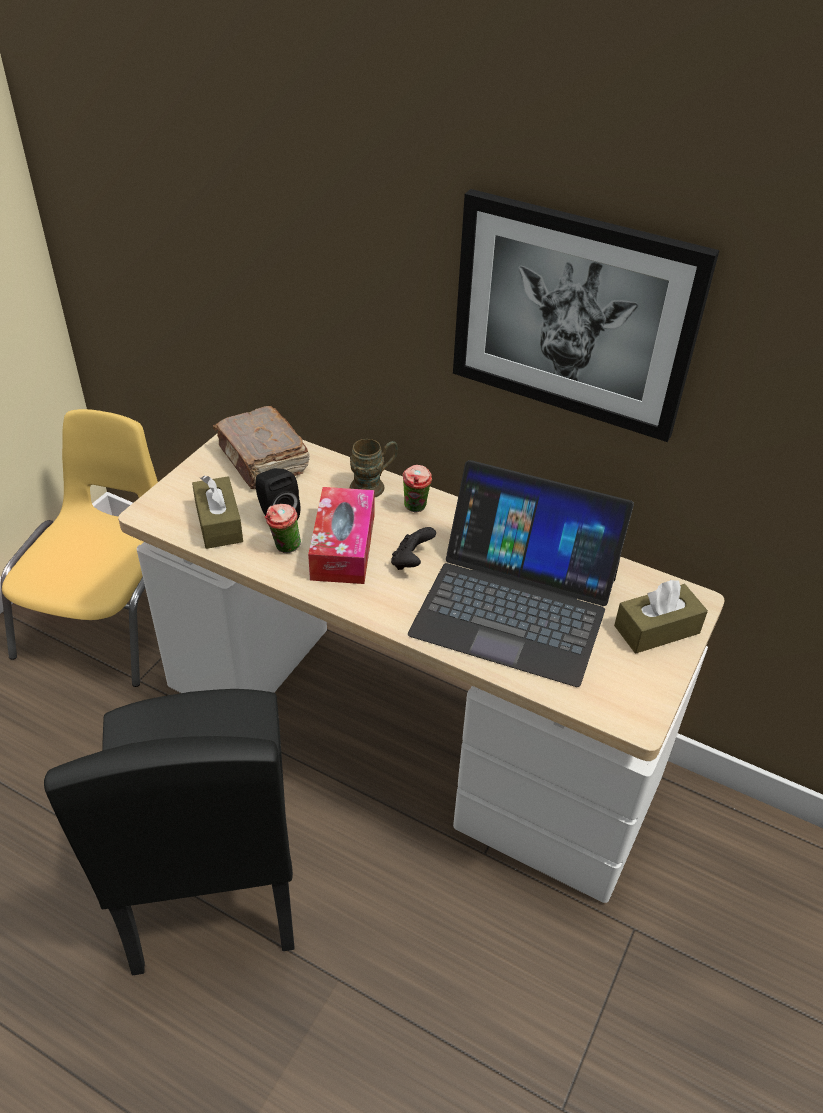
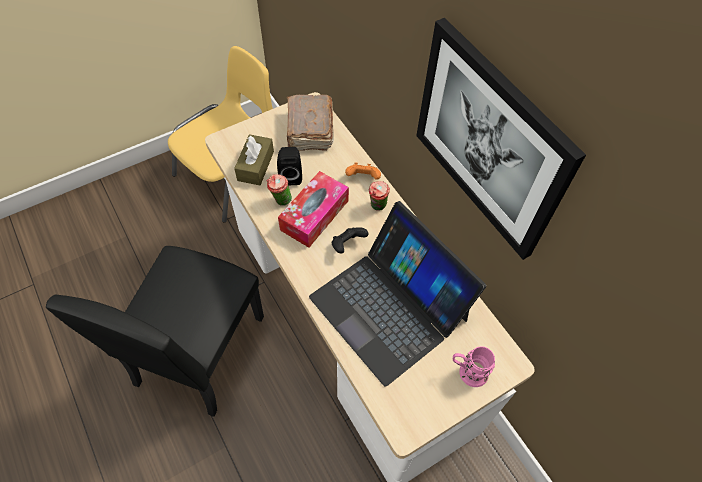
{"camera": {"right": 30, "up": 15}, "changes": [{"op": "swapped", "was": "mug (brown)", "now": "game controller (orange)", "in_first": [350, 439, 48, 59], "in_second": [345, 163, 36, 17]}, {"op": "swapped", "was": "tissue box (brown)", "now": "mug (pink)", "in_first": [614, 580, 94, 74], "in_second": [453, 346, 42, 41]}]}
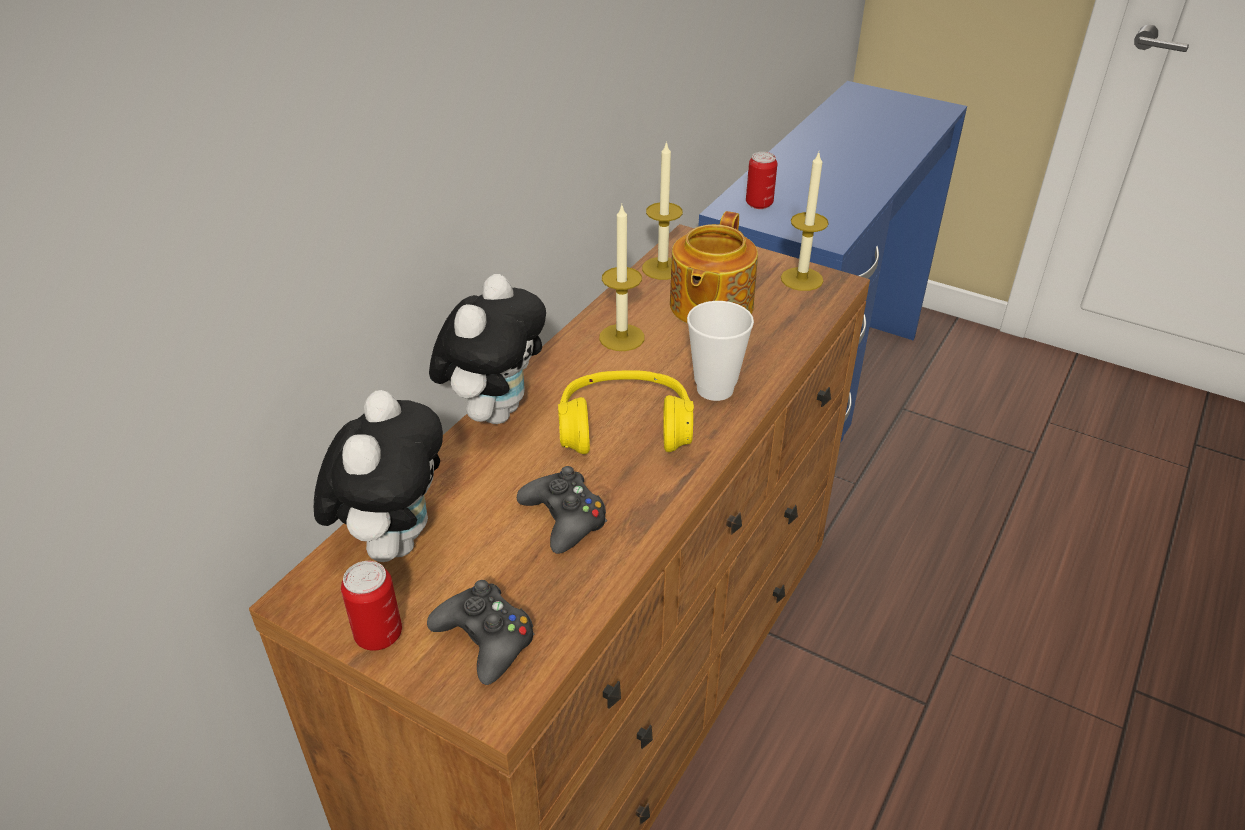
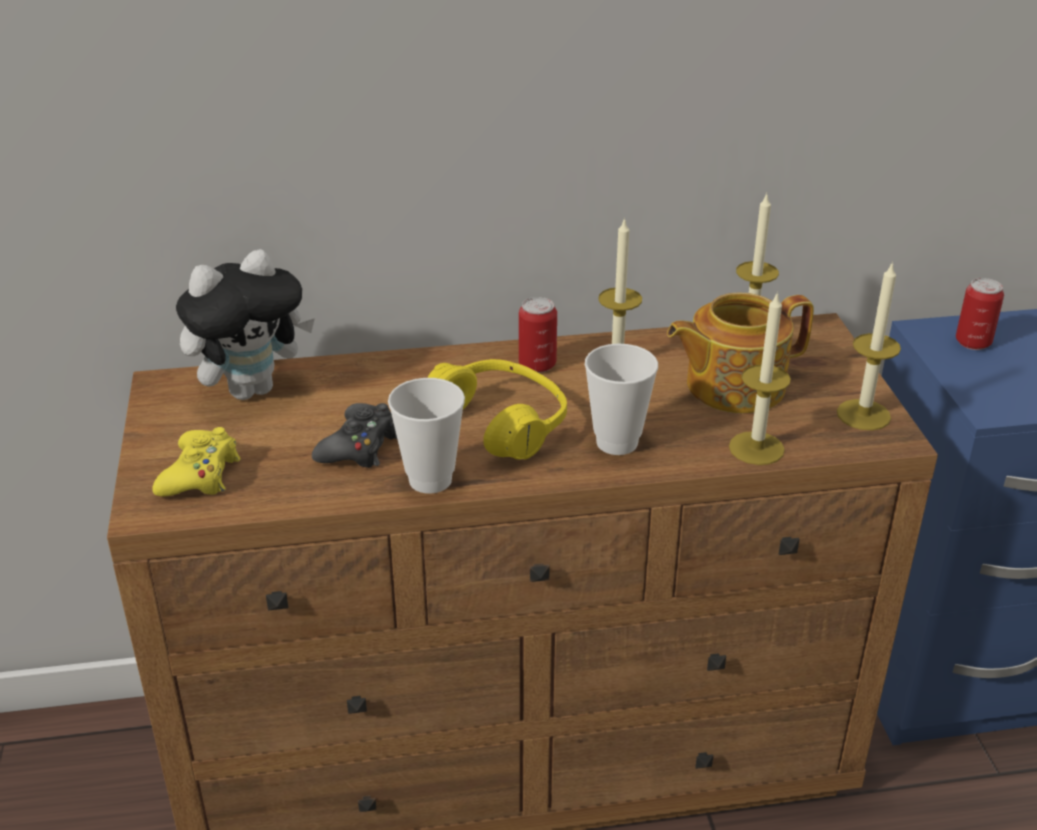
{"camera": {"right": 50, "up": -5}, "changes": [{"op": "shifted", "was": "can", "in_first": [341, 561, 61, 90], "in_second": [519, 297, 38, 76]}, {"op": "repainted", "was": "game controller (black)", "now": "game controller (yellow)", "in_first": [427, 580, 108, 105], "in_second": [152, 427, 88, 69]}, {"op": "gone", "was": "plush toy", "in_first": [429, 274, 117, 150]}, {"op": "new", "now": "cup", "in_second": [388, 378, 77, 116]}, {"op": "new", "now": "candle", "in_second": [729, 291, 62, 174]}]}
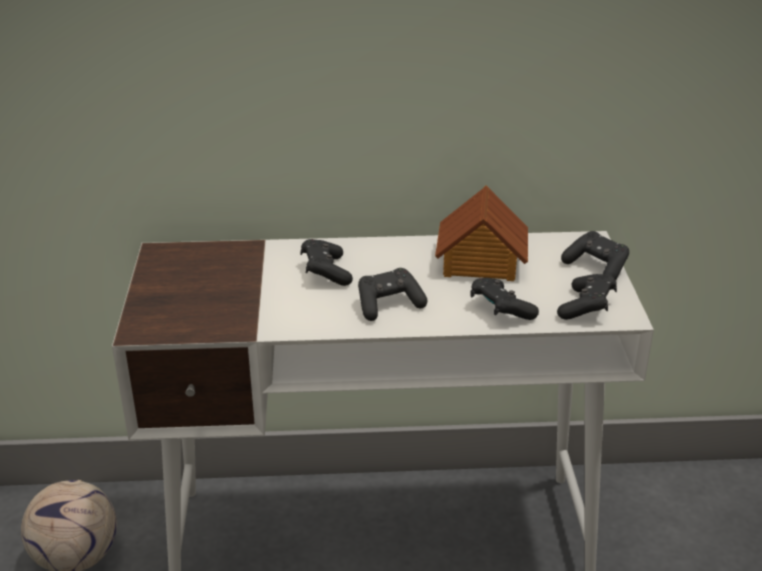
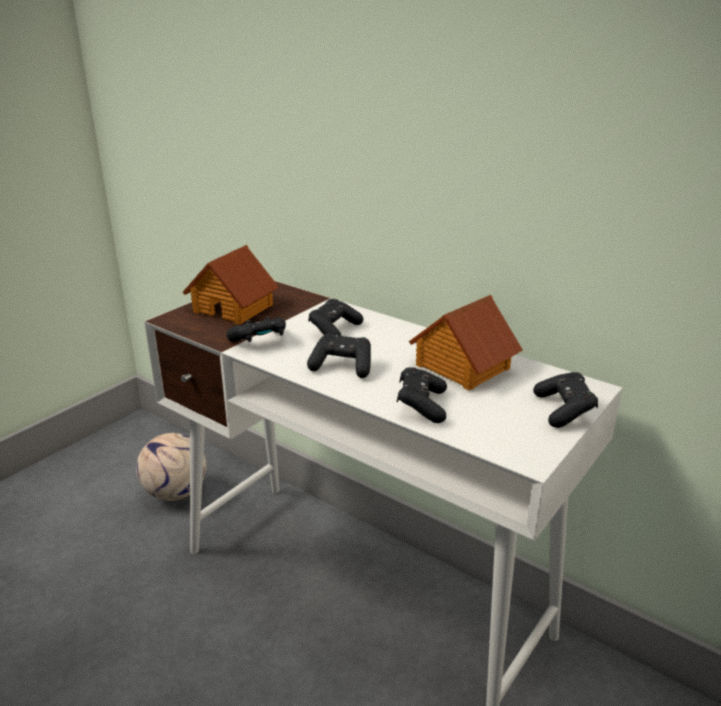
{"camera": {"right": 40, "up": -5}, "changes": [{"op": "shifted", "was": "game controller (black)", "in_first": [557, 274, 60, 46], "in_second": [226, 317, 60, 25]}, {"op": "new", "now": "toy house", "in_second": [182, 245, 97, 80]}]}
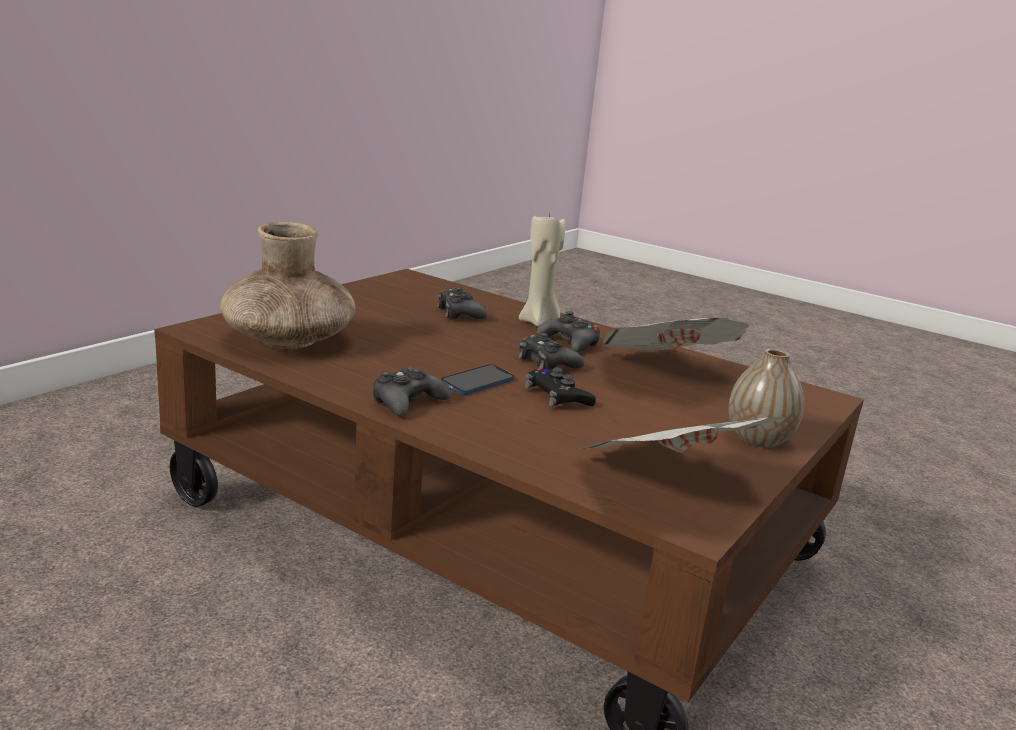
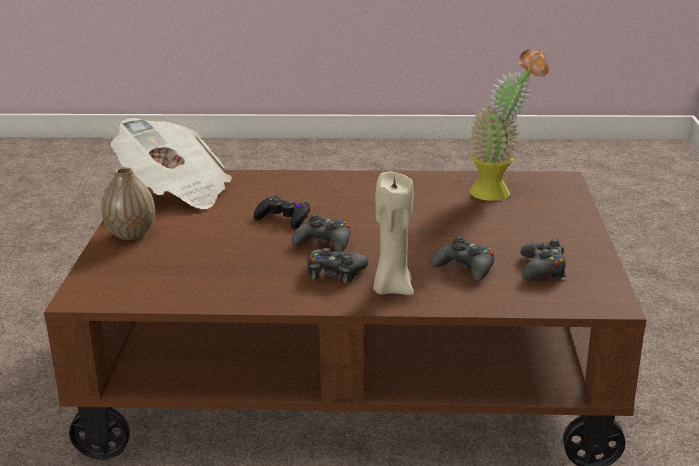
{"camera": {"right": 150, "up": 5}, "changes": [{"op": "swapped", "was": "vase (brown)", "now": "potted plant", "in_first": [220, 222, 136, 127], "in_second": [469, 49, 80, 152]}, {"op": "shifted", "was": "game controller (black)", "in_first": [373, 367, 78, 49], "in_second": [520, 238, 46, 42]}, {"op": "gone", "was": "phone", "in_first": [441, 364, 73, 31]}, {"op": "gone", "was": "newspaper", "in_first": [602, 318, 147, 32]}]}
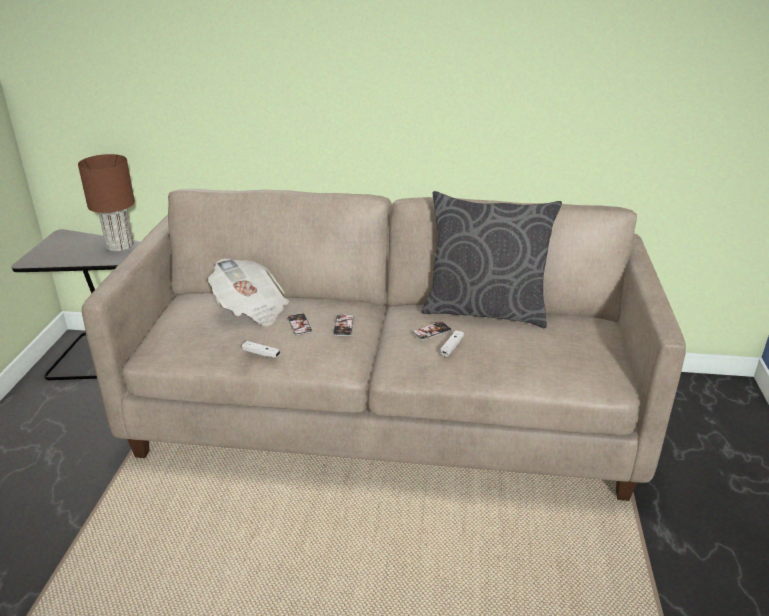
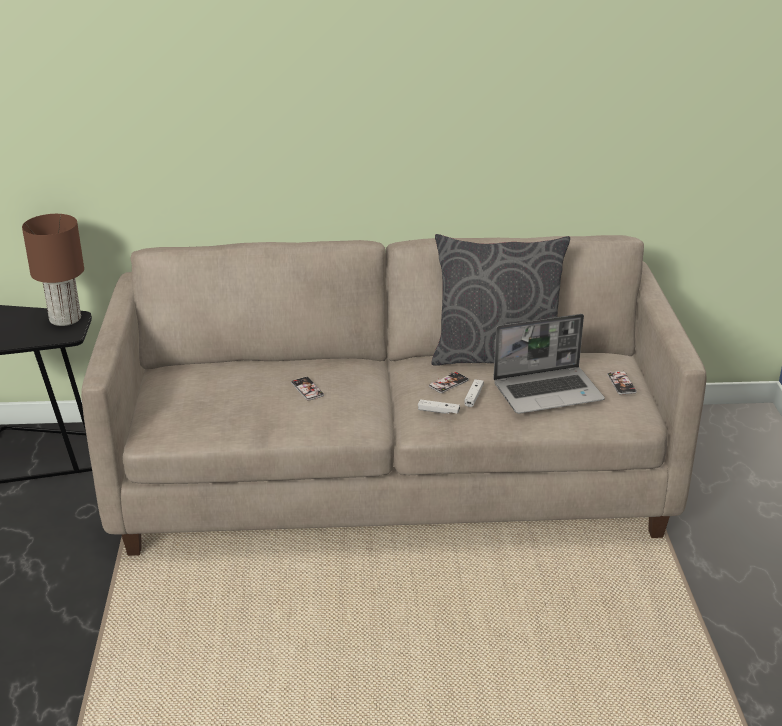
{"camera": {"right": -10, "up": 0}, "changes": [{"op": "gone", "was": "newspaper", "in_first": [208, 258, 81, 68]}, {"op": "shifted", "was": "game controller (white)", "in_first": [242, 341, 38, 17], "in_second": [418, 399, 42, 15]}, {"op": "shifted", "was": "phone", "in_first": [333, 314, 21, 22], "in_second": [607, 371, 30, 23]}, {"op": "new", "now": "laptop", "in_second": [493, 314, 112, 100]}]}
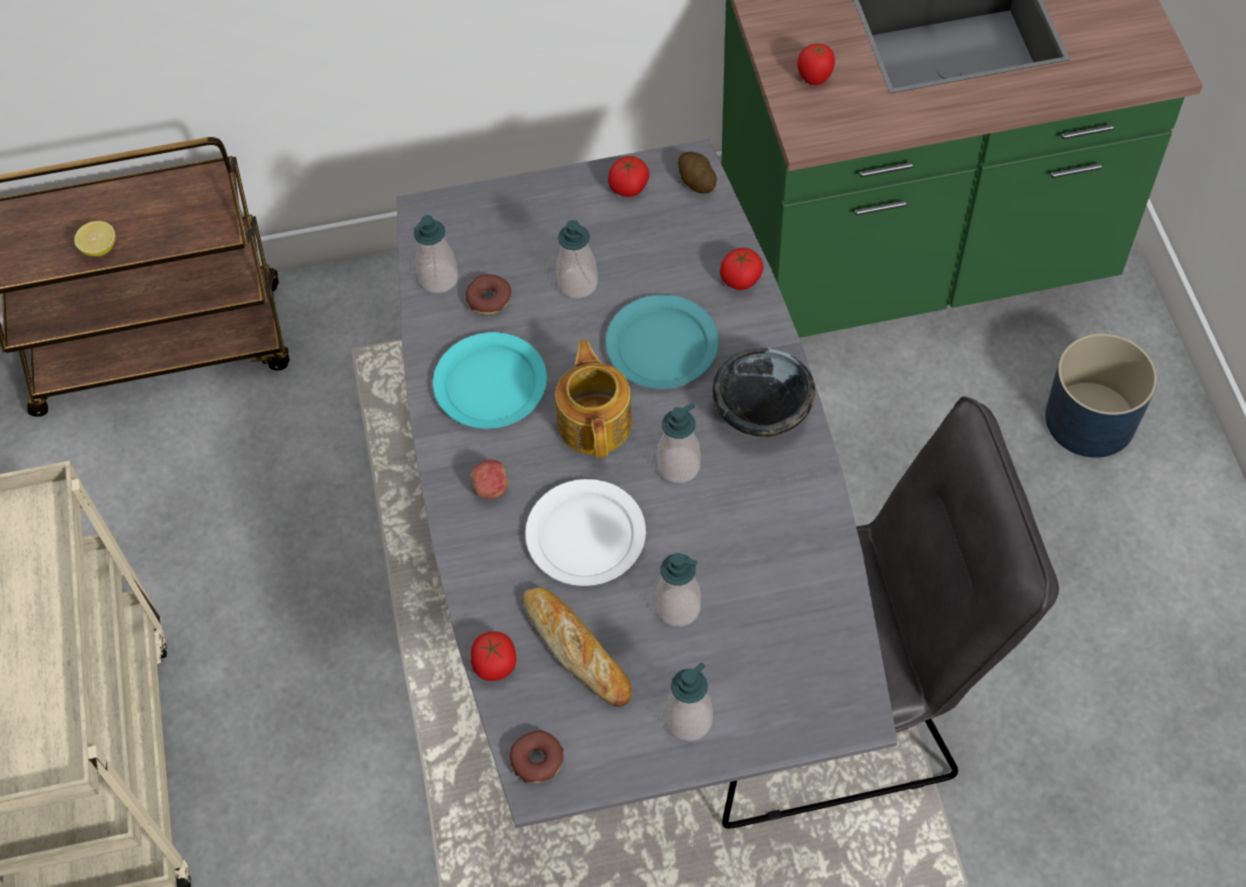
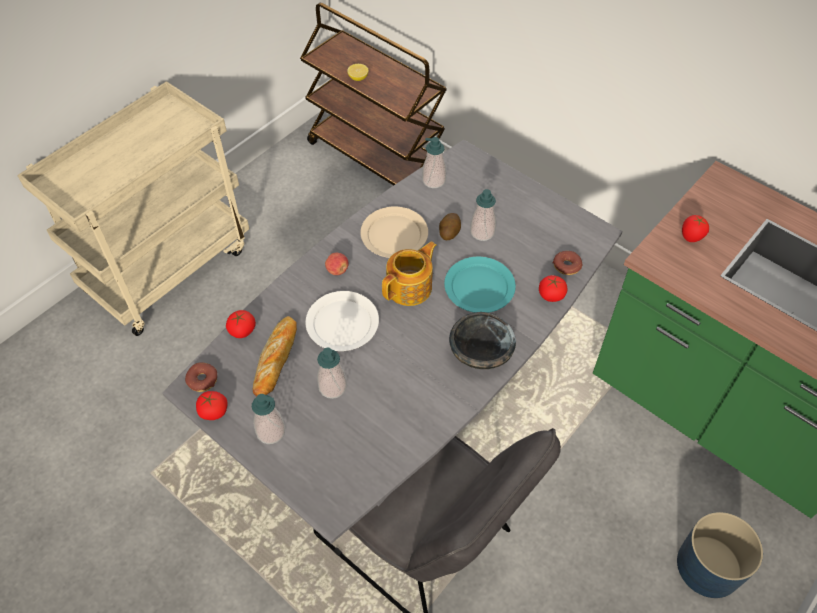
{"camera": {"right": 50, "up": -5}, "changes": [{"op": "repainted", "was": "plate (turquoise)", "now": "plate (beige)", "in_first": [433, 332, 114, 97], "in_second": [360, 206, 68, 52]}, {"op": "shifted", "was": "donut", "in_first": [466, 274, 45, 40], "in_second": [553, 251, 29, 24]}, {"op": "shifted", "was": "tomato", "in_first": [608, 156, 41, 41], "in_second": [196, 391, 31, 29]}, {"op": "gone", "was": "soap dispenser", "in_first": [657, 403, 43, 80]}, {"op": "shifted", "was": "potato", "in_first": [678, 152, 39, 42], "in_second": [439, 213, 22, 27]}]}
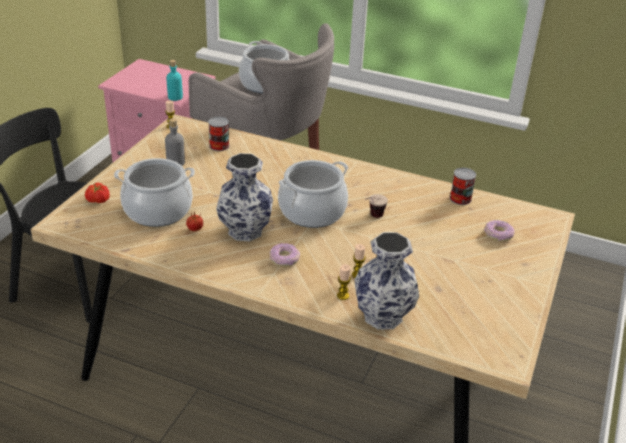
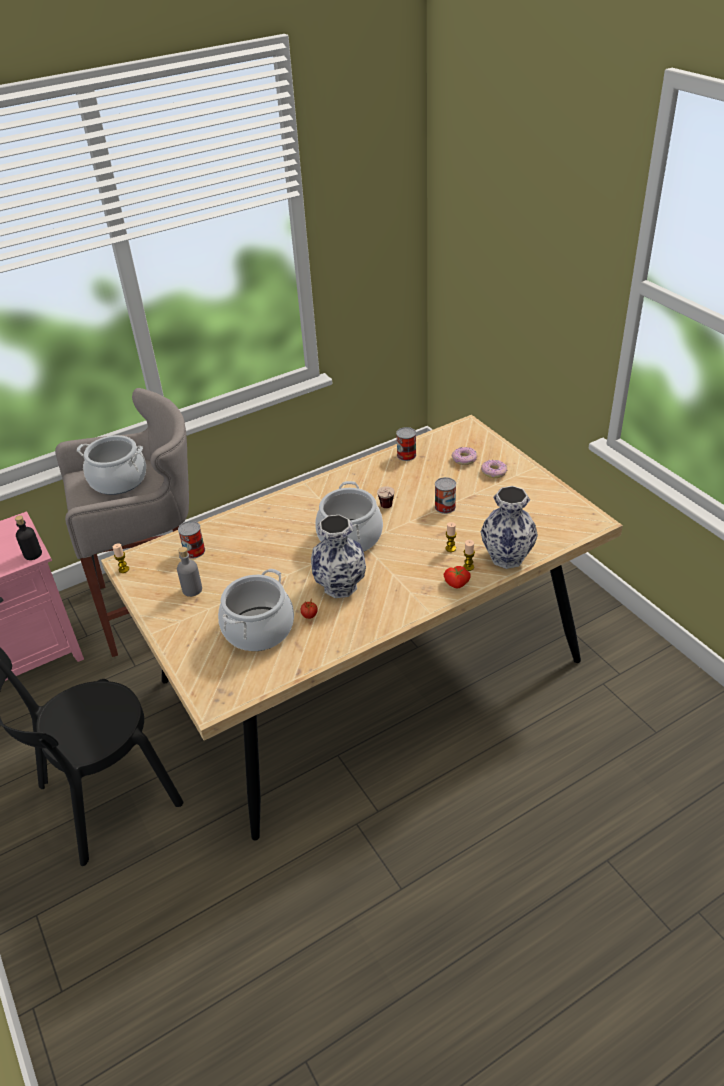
{"camera": {"right": -50, "up": 5}, "changes": [{"op": "shifted", "was": "tomato", "in_first": [85, 183, 25, 20], "in_second": [443, 566, 28, 22]}, {"op": "repainted", "was": "bottle (turquoise)", "now": "bottle (black)", "in_first": [166, 60, 17, 41], "in_second": [15, 515, 27, 45]}, {"op": "shifted", "was": "donut", "in_first": [270, 243, 30, 24], "in_second": [481, 460, 26, 18]}, {"op": "new", "now": "can", "in_second": [435, 477, 21, 37]}]}
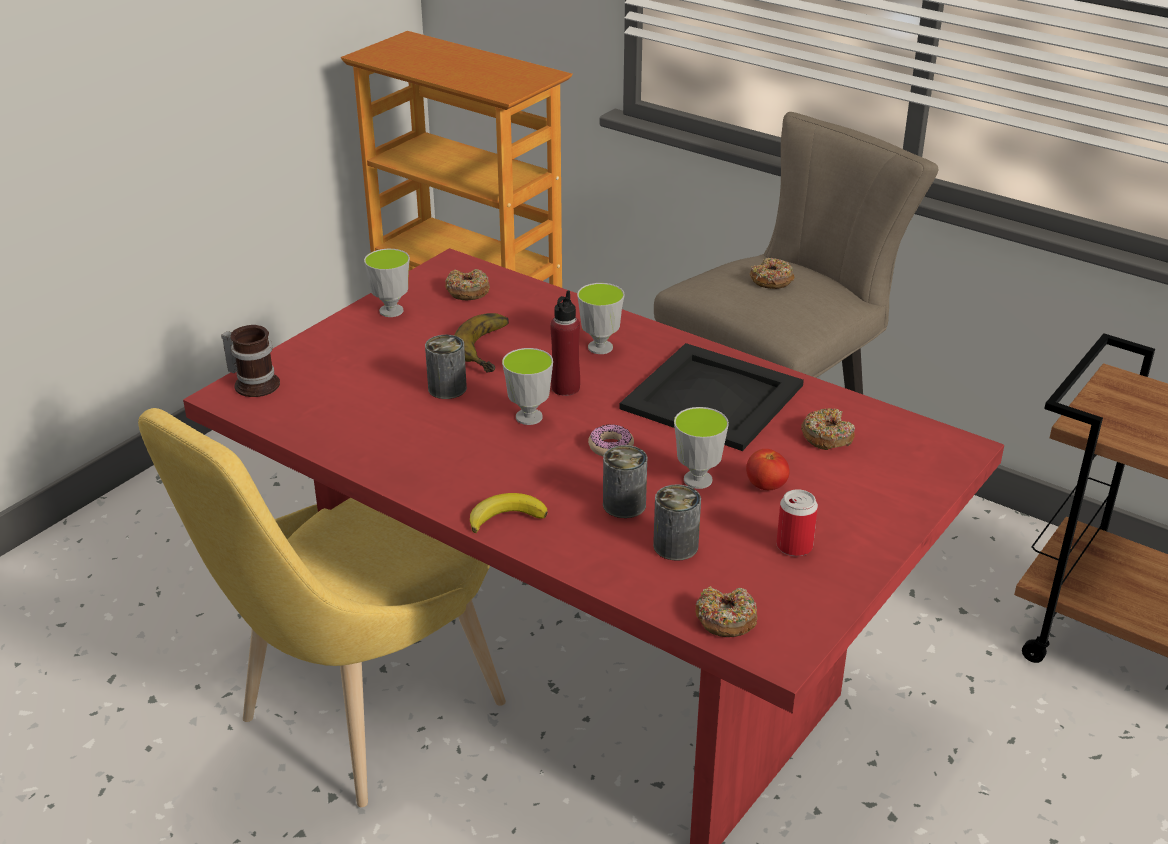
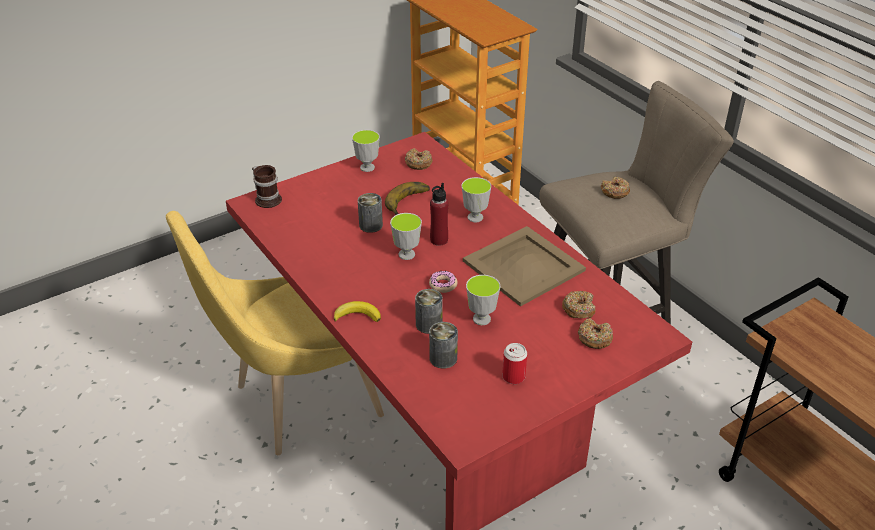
{"camera": {"right": 20, "up": 5}, "changes": [{"op": "repainted", "was": "tray (black)", "now": "tray (beige)", "in_first": [619, 343, 185, 108], "in_second": [463, 226, 123, 81]}, {"op": "shifted", "was": "donut", "in_first": [695, 586, 62, 51], "in_second": [578, 318, 35, 31]}, {"op": "gone", "was": "tomato", "in_first": [746, 449, 44, 41]}]}
